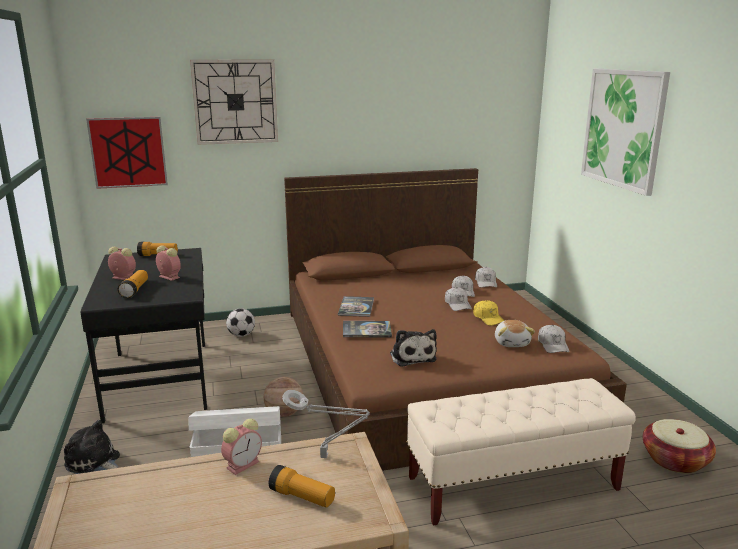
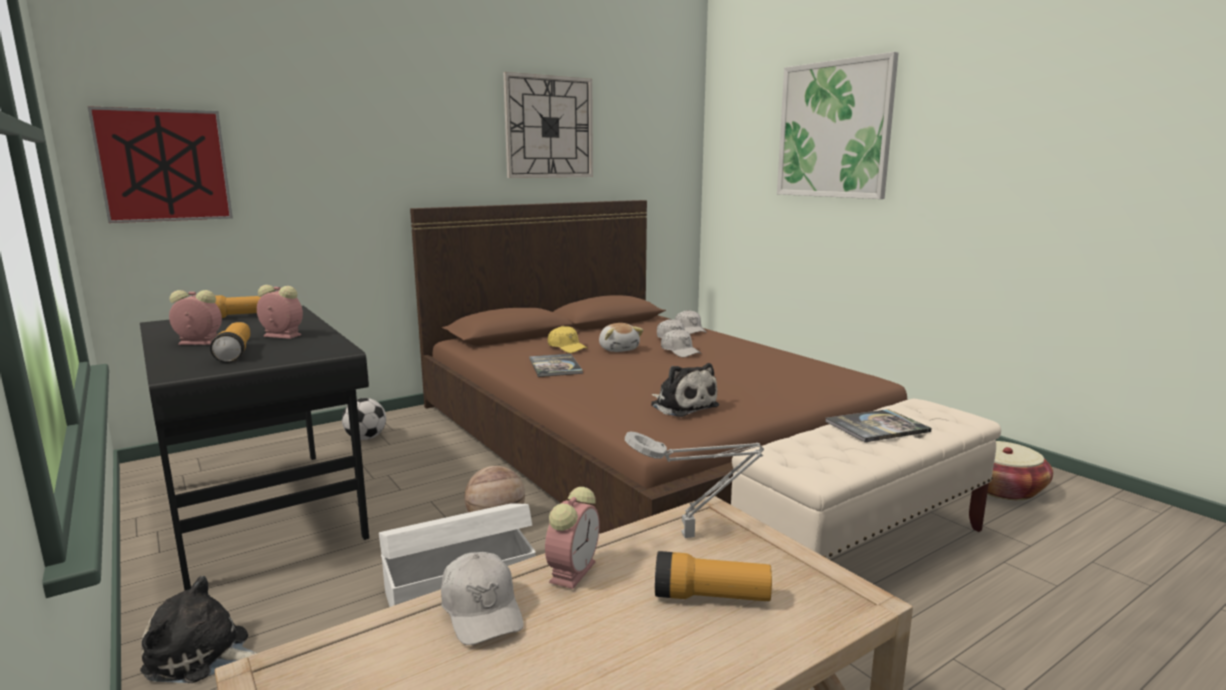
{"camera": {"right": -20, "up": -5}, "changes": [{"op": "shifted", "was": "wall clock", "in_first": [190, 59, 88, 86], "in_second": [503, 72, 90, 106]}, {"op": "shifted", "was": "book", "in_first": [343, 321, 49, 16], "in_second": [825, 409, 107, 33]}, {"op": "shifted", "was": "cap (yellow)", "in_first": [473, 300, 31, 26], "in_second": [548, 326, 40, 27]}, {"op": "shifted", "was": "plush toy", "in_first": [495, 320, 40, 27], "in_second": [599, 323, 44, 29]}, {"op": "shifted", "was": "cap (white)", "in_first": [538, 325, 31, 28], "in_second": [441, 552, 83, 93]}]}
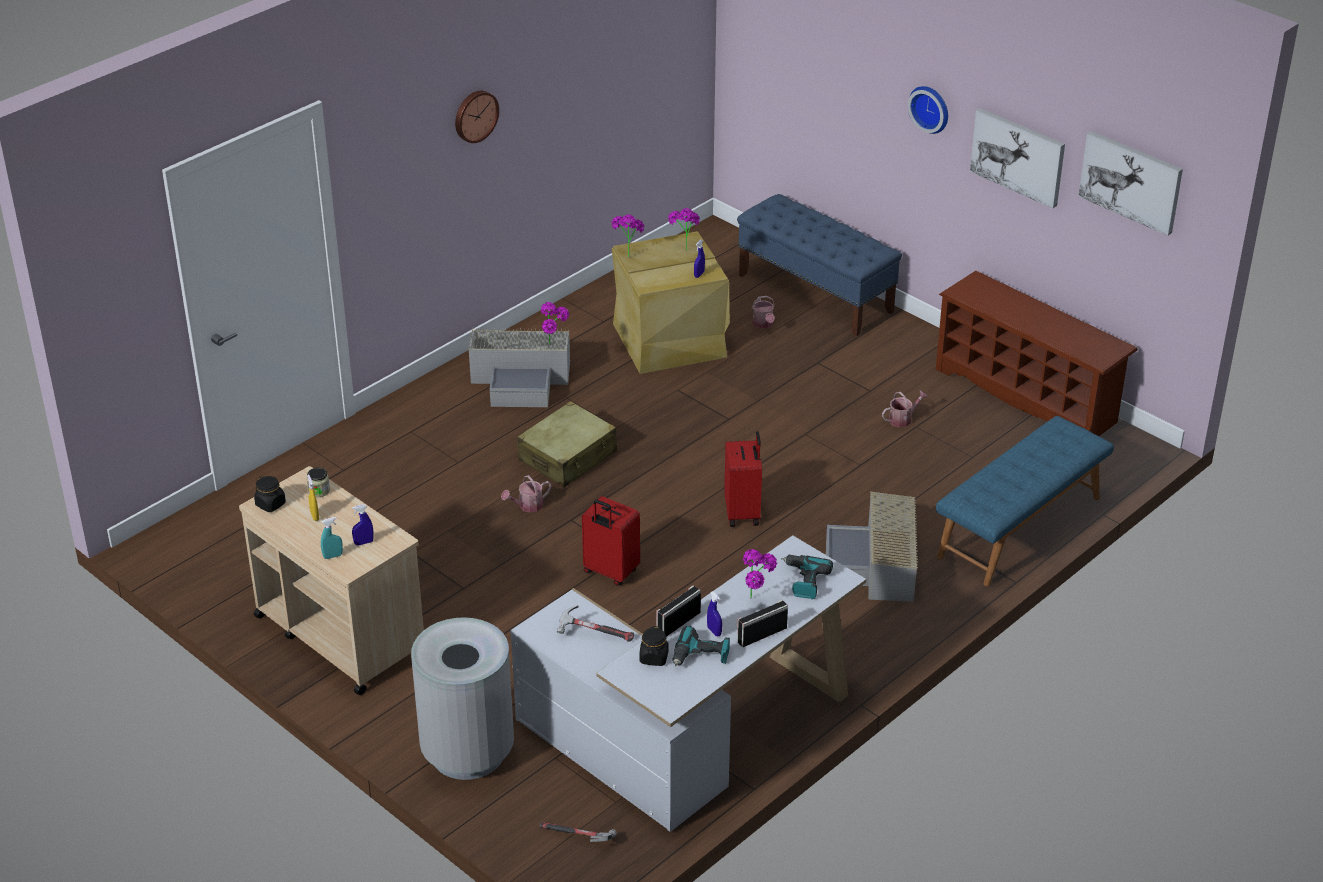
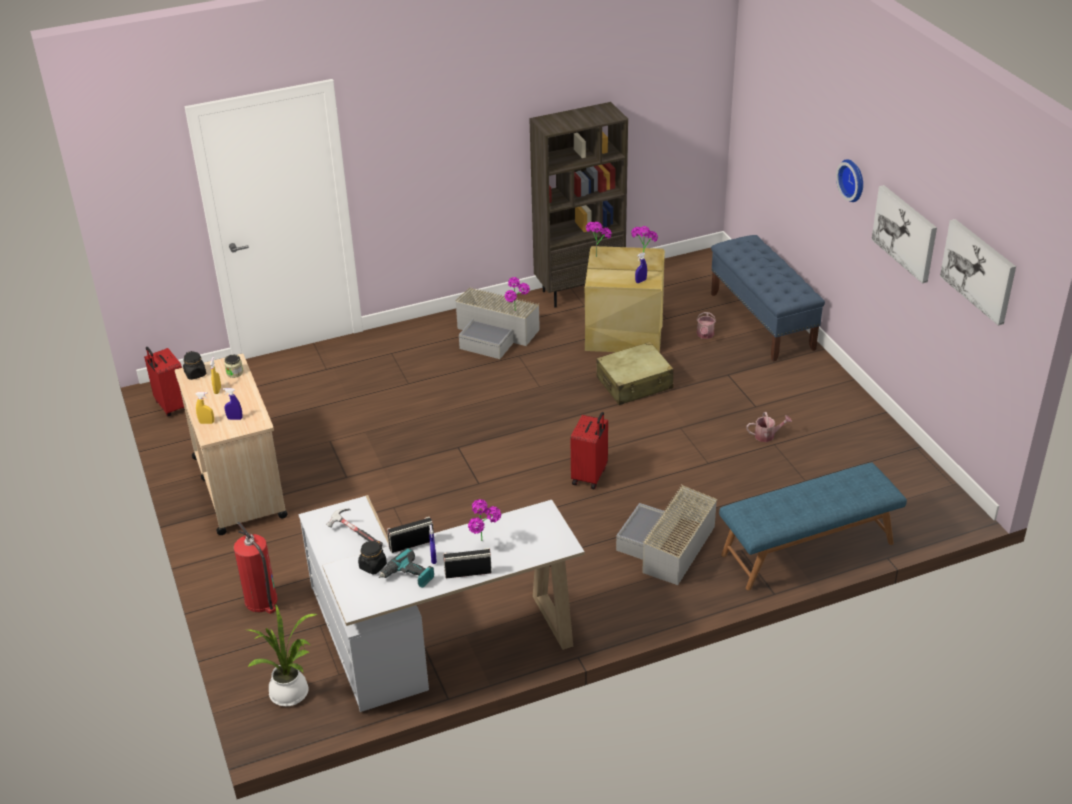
{"camera": {"right": 25, "up": 0}, "changes": [{"op": "repainted", "was": "spray bottle (turquoise)", "now": "spray bottle (yellow)", "in_first": [321, 517, 22, 42], "in_second": [195, 392, 19, 32]}, {"op": "swapped", "was": "trash can (grey)", "now": "fire extinguisher", "in_first": [411, 617, 103, 163], "in_second": [234, 521, 44, 93]}, {"op": "gone", "was": "wall clock", "in_first": [455, 91, 44, 52]}, {"op": "gone", "was": "watering can", "in_first": [501, 475, 50, 38]}, {"op": "shifted", "was": "suitcase (beige)", "in_first": [517, 401, 100, 86], "in_second": [596, 342, 78, 63]}, {"op": "swapped", "was": "hammer", "now": "potted plant", "in_first": [540, 822, 77, 20], "in_second": [248, 603, 69, 103]}, {"op": "shifted", "was": "suitcase (red)", "in_first": [582, 496, 58, 89], "in_second": [144, 347, 41, 69]}, {"op": "gone", "was": "power drill", "in_first": [781, 555, 52, 44]}, {"op": "gone", "was": "shoe rack (brown)", "in_first": [936, 271, 202, 165]}, {"op": "new", "now": "bookcase (brown)", "in_second": [529, 102, 99, 206]}]}
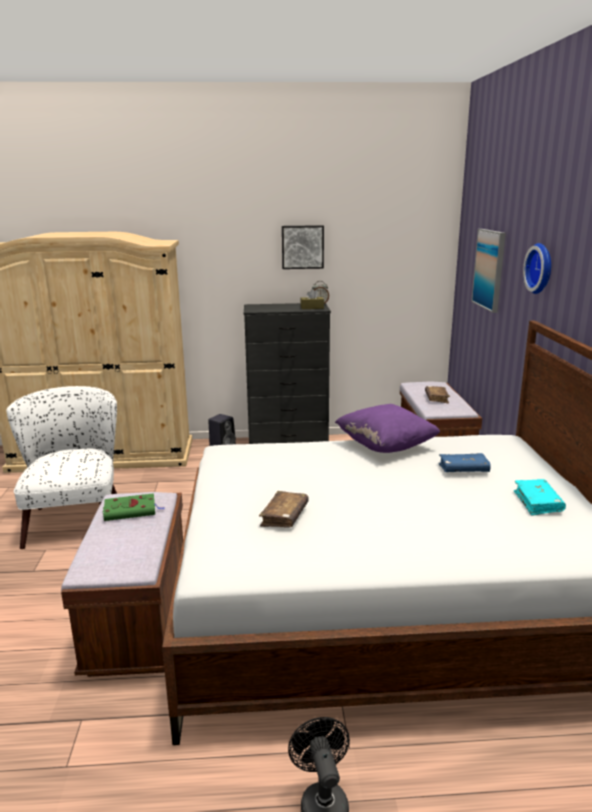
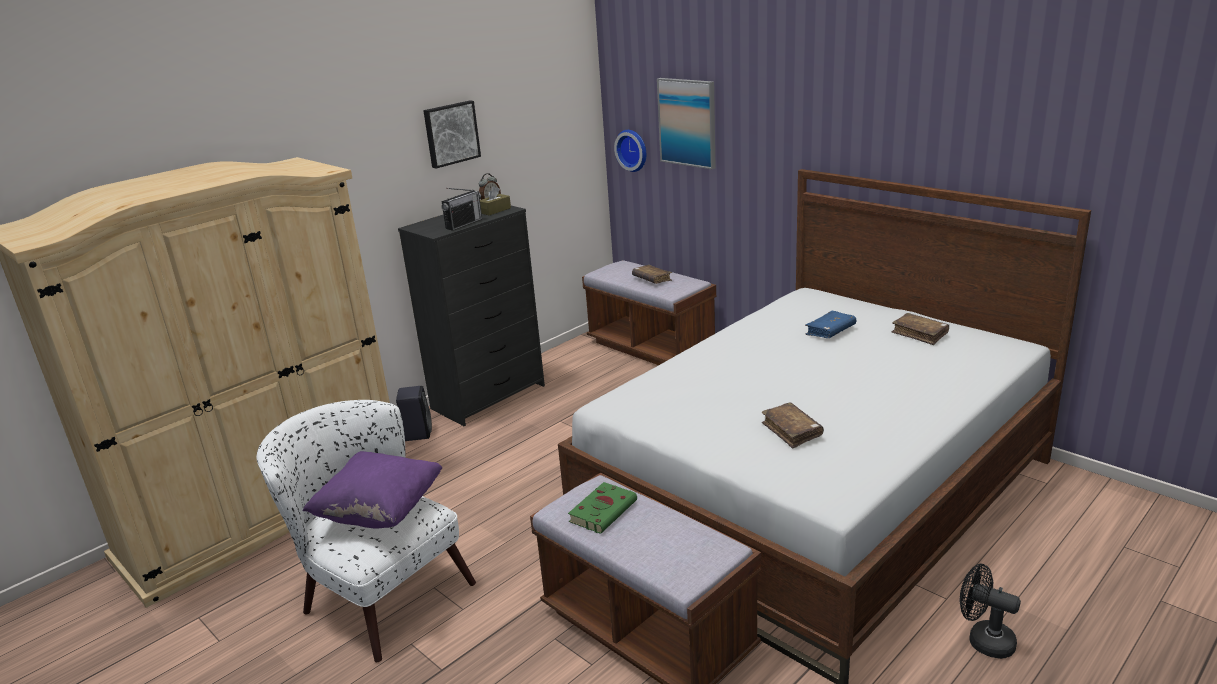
{"camera": {"right": -40, "up": 5}, "changes": [{"op": "shifted", "was": "pillow (purple)", "in_first": [335, 404, 105, 49], "in_second": [303, 451, 140, 78]}, {"op": "repainted", "was": "book (turquoise)", "now": "book (brown)", "in_first": [514, 479, 52, 37], "in_second": [892, 313, 57, 32]}, {"op": "shifted", "was": "wall clock", "in_first": [523, 243, 28, 51], "in_second": [614, 130, 32, 42]}, {"op": "new", "now": "radio", "in_second": [441, 188, 41, 43]}]}
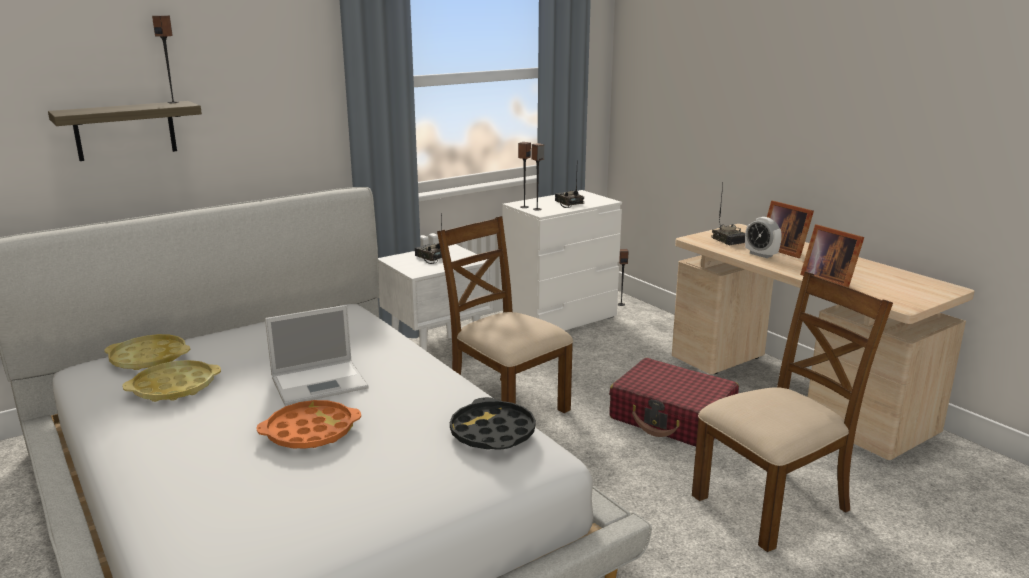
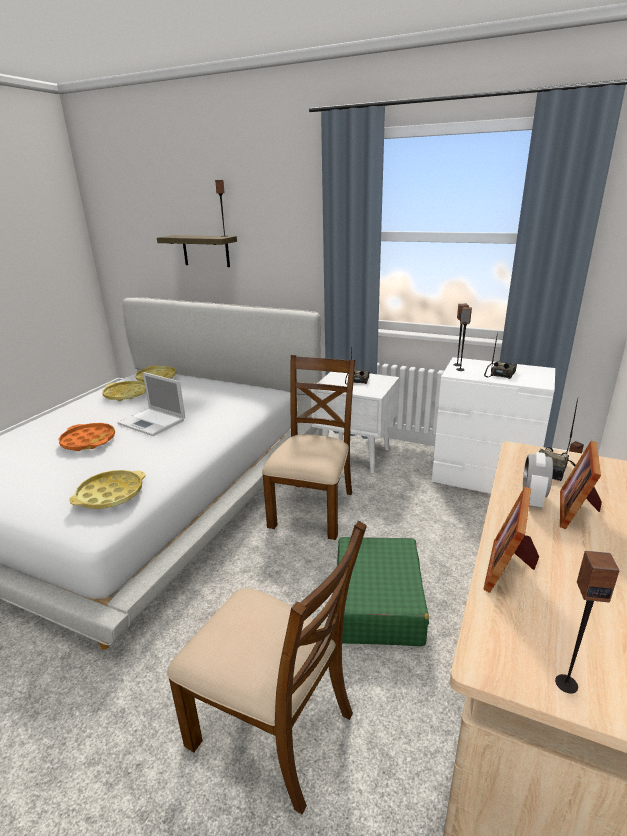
{"camera": {"right": 60, "up": 5}, "changes": [{"op": "repainted", "was": "tray (black)", "now": "tray (yellow)", "in_first": [450, 397, 86, 53], "in_second": [69, 470, 76, 39]}, {"op": "repainted", "was": "suitcase (red)", "now": "suitcase (green)", "in_first": [609, 358, 130, 88], "in_second": [332, 537, 97, 109]}, {"op": "new", "now": "speaker", "in_second": [555, 551, 64, 143]}]}
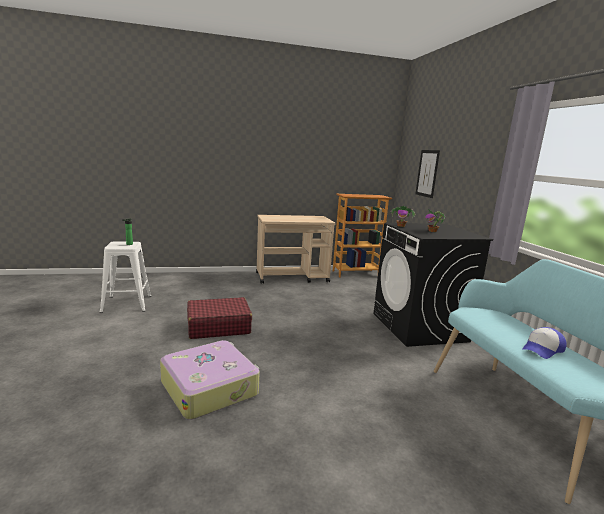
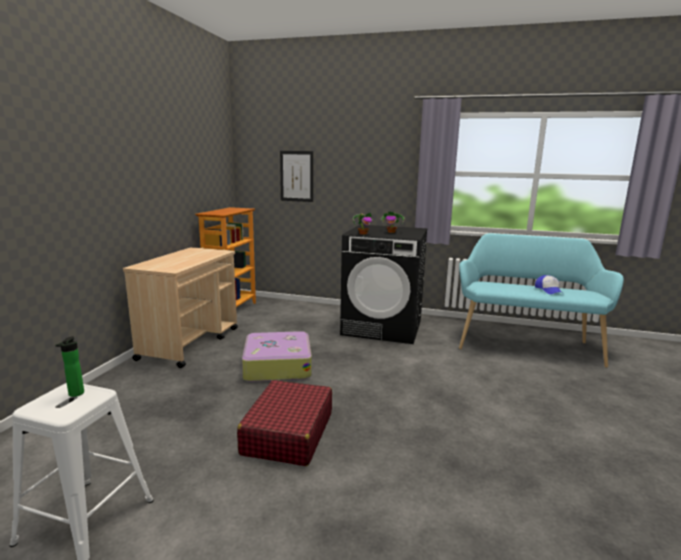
{"camera": {"right": -60, "up": 0}, "changes": [{"op": "shifted", "was": "suitcase", "in_first": [160, 340, 100, 80], "in_second": [242, 331, 70, 51]}]}
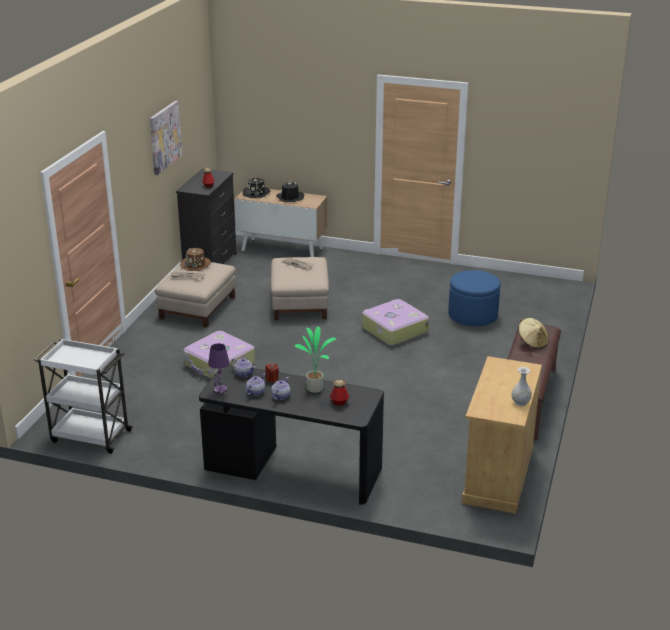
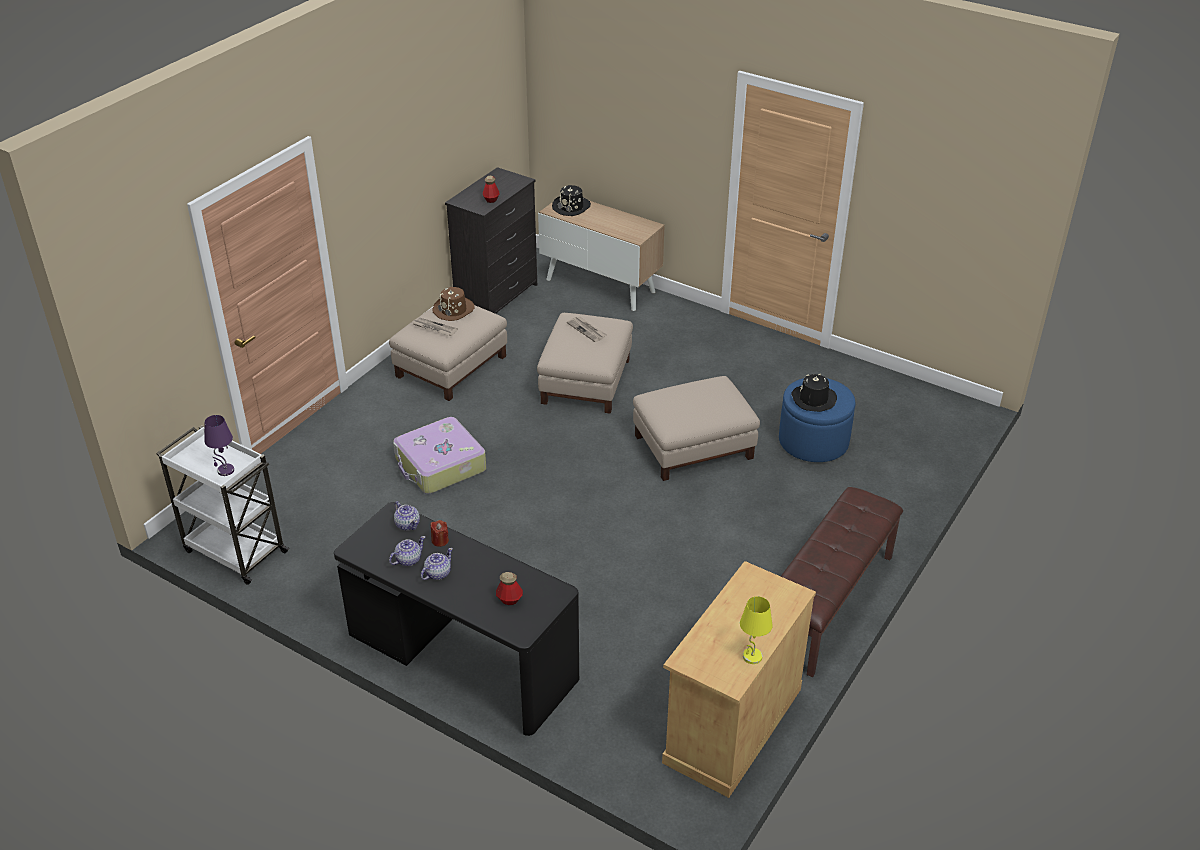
{"camera": {"right": 15, "up": 10}, "changes": [{"op": "gone", "was": "picture", "in_first": [150, 101, 32, 74]}, {"op": "shifted", "was": "table lamp (purple)", "in_first": [208, 343, 22, 51], "in_second": [204, 415, 30, 61]}, {"op": "shifted", "was": "hat (black)", "in_first": [276, 181, 28, 21], "in_second": [791, 374, 46, 38]}, {"op": "gone", "was": "potted plant", "in_first": [295, 326, 41, 67]}, {"op": "swapped", "was": "suitcase", "now": "ottoman (beige)", "in_first": [362, 299, 67, 47], "in_second": [633, 376, 127, 105]}, {"op": "swapped", "was": "vase (white)", "now": "table lamp (yellow)", "in_first": [512, 367, 20, 39], "in_second": [740, 596, 33, 68]}, {"op": "gone", "was": "hat (beige)", "in_first": [519, 318, 30, 31]}]}
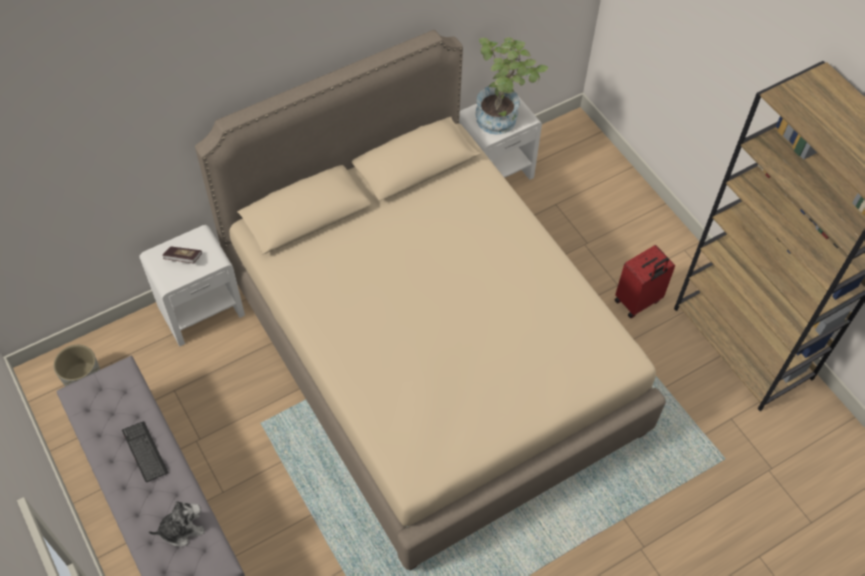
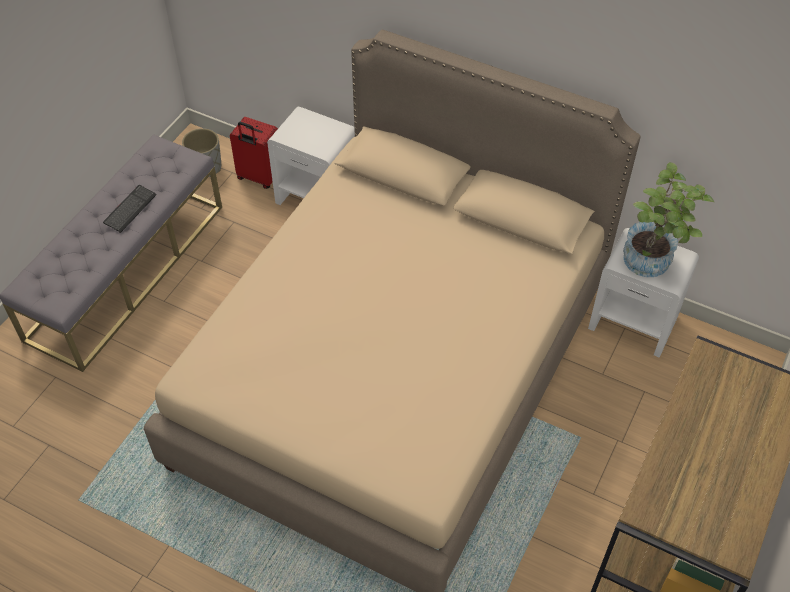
{"camera": {"right": 60, "up": -5}, "changes": [{"op": "gone", "was": "plush toy", "in_first": [148, 502, 57, 44]}, {"op": "gone", "was": "book", "in_first": [162, 247, 40, 16]}, {"op": "shifted", "was": "suitcase (red)", "in_first": [615, 245, 60, 73], "in_second": [230, 117, 48, 72]}]}
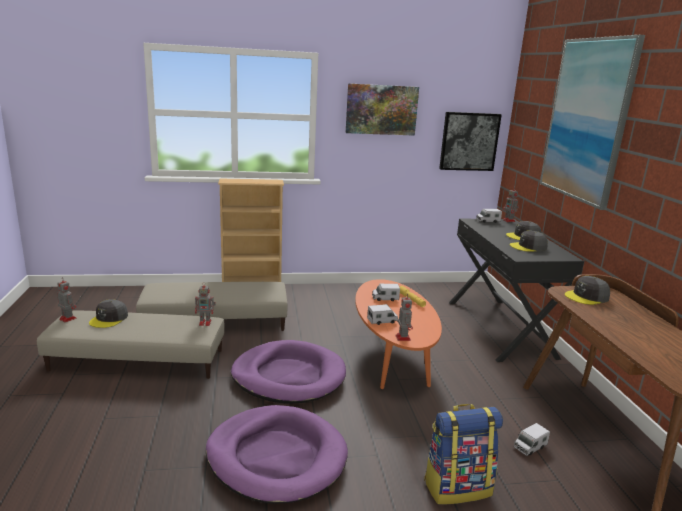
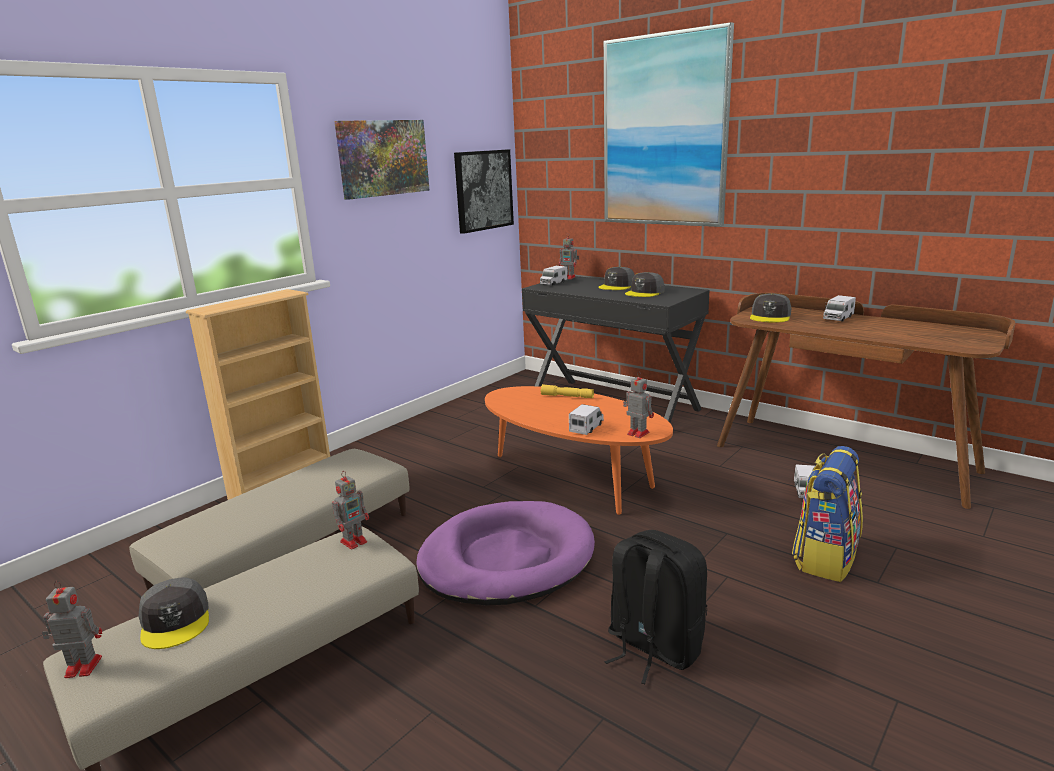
{"camera": {"right": -40, "up": 0}, "changes": [{"op": "swapped", "was": "dog bed (purple)", "now": "backpack (black)", "in_first": [206, 405, 142, 99], "in_second": [604, 530, 103, 154]}, {"op": "shifted", "was": "toy truck", "in_first": [372, 284, 28, 17], "in_second": [823, 295, 33, 27]}]}
